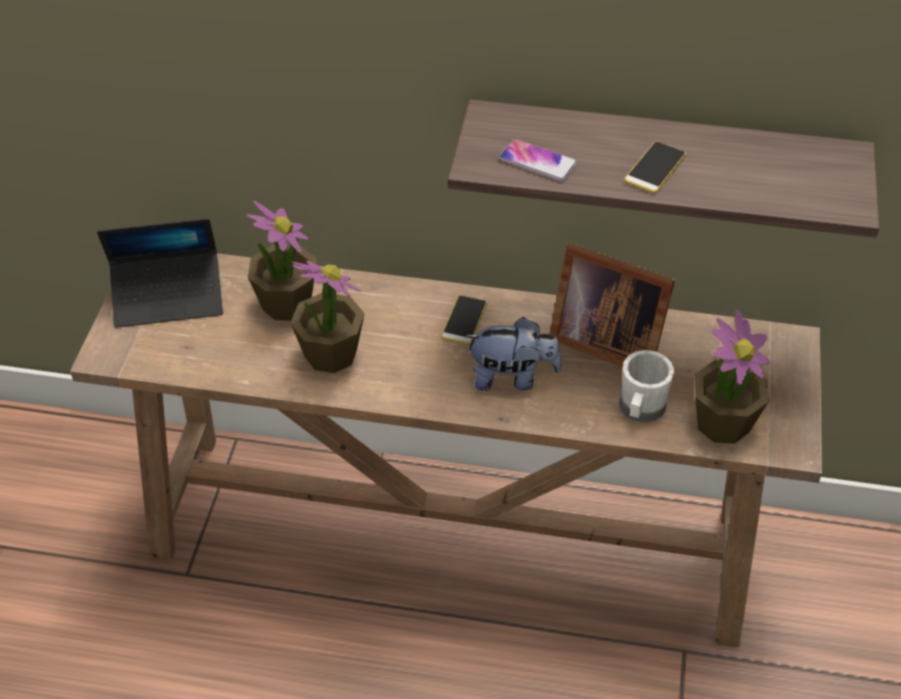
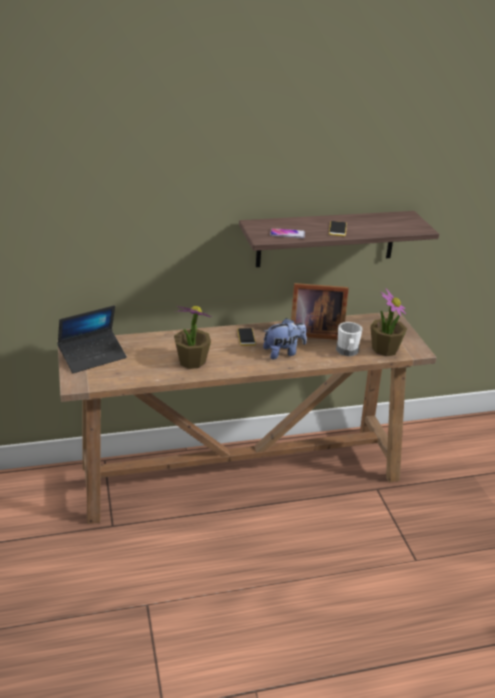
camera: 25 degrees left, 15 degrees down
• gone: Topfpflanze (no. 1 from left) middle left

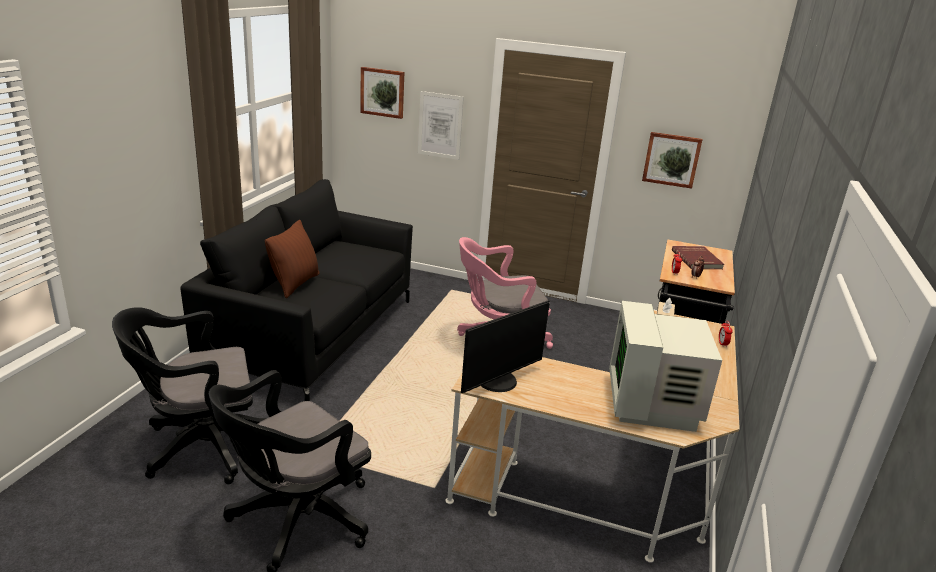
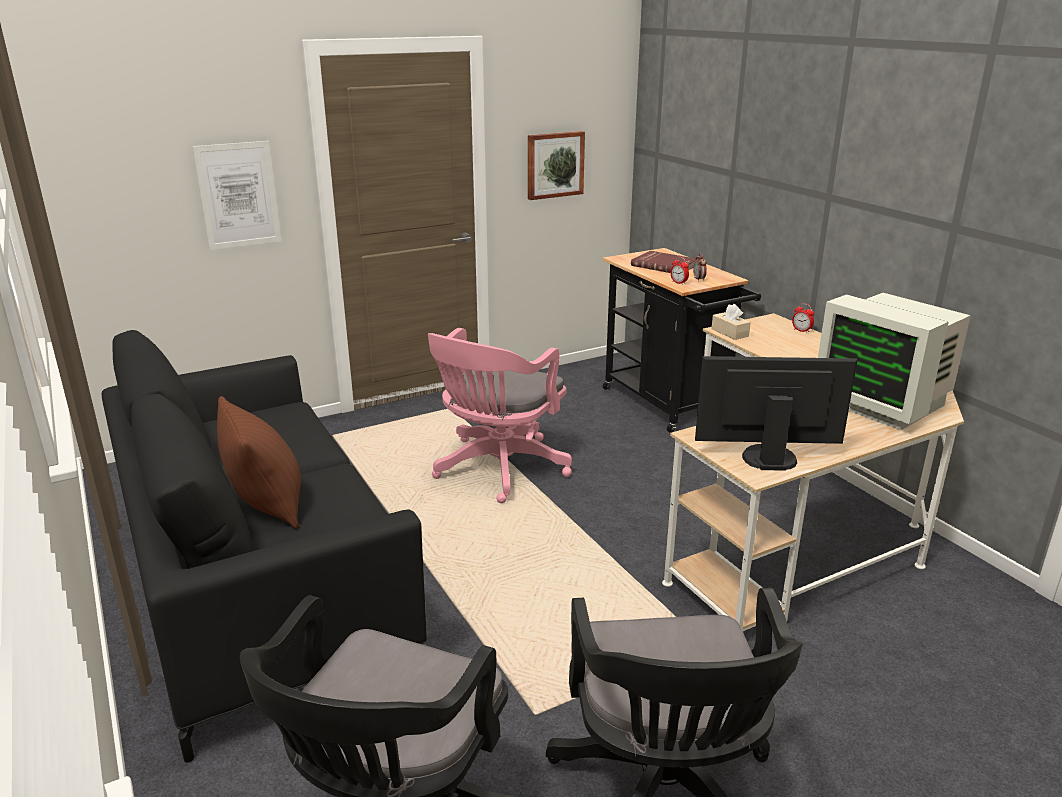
camera: 45 degrees left, 0 degrees up
• rotated: Monitor (no. 1 from left) centre = middle right 90 degrees counterclockwise
• gone: Bild (no. 1 from left) top centre

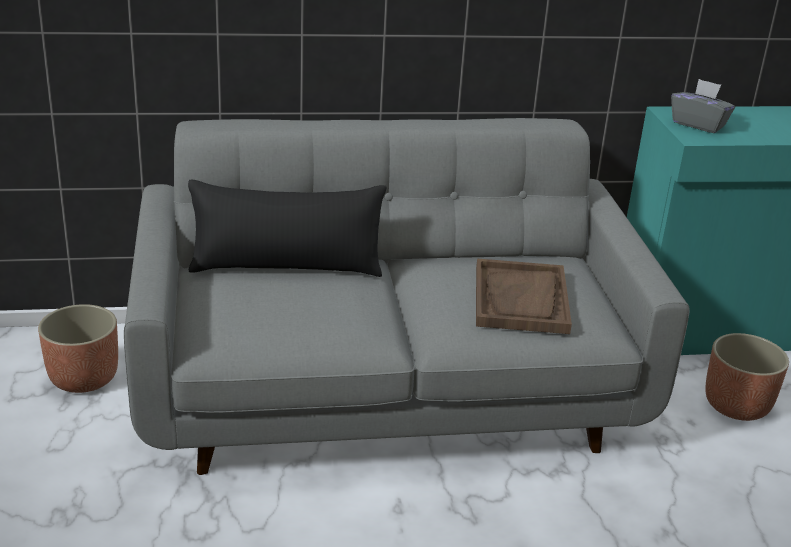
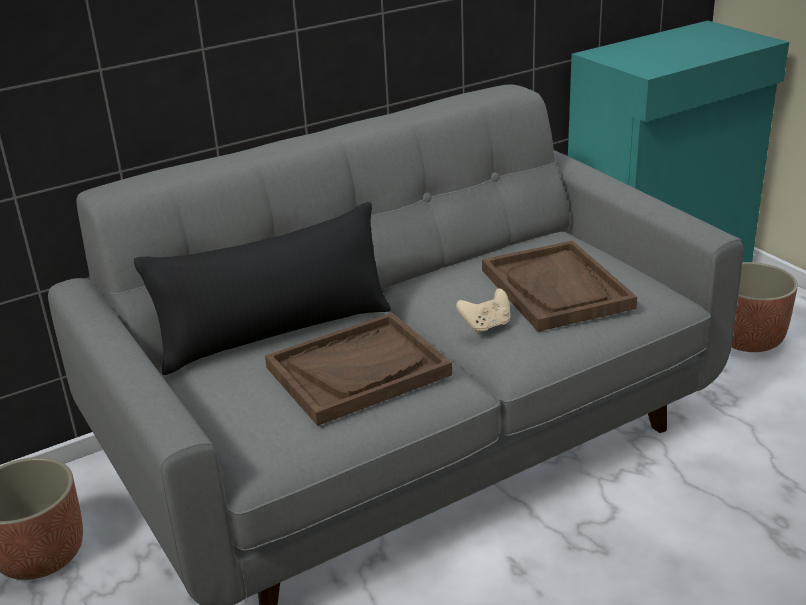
camera: 20 degrees left, 0 degrees up
• new: Tablett (braun) (no. 1 from left) centre
• new: Gamepad (beige) centre
• gone: Taschentuchbox (grau) top right

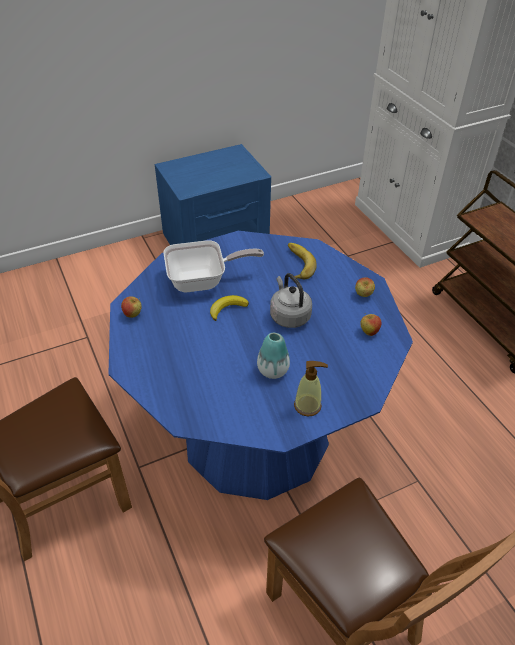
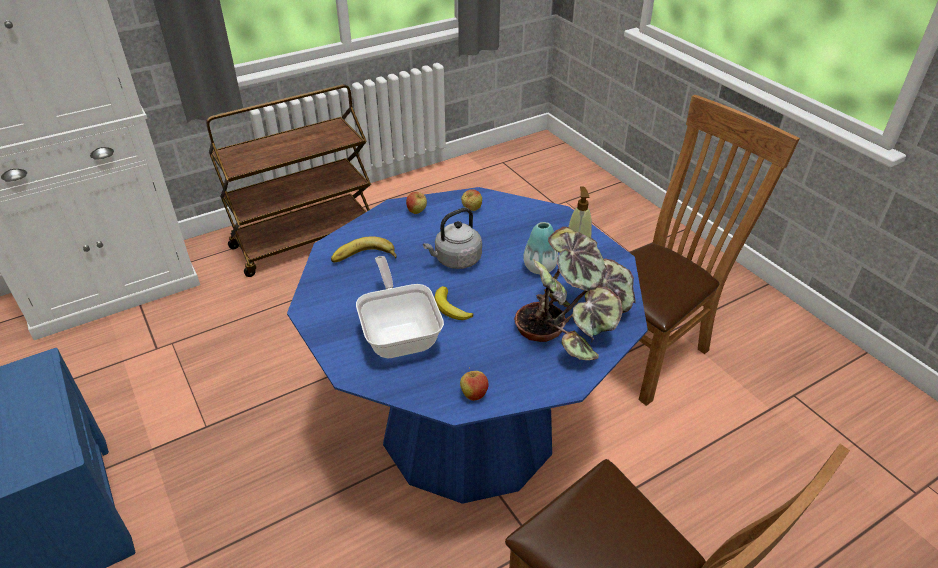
camera: 95 degrees left, 5 degrees down
• new: Topfpflanze centre

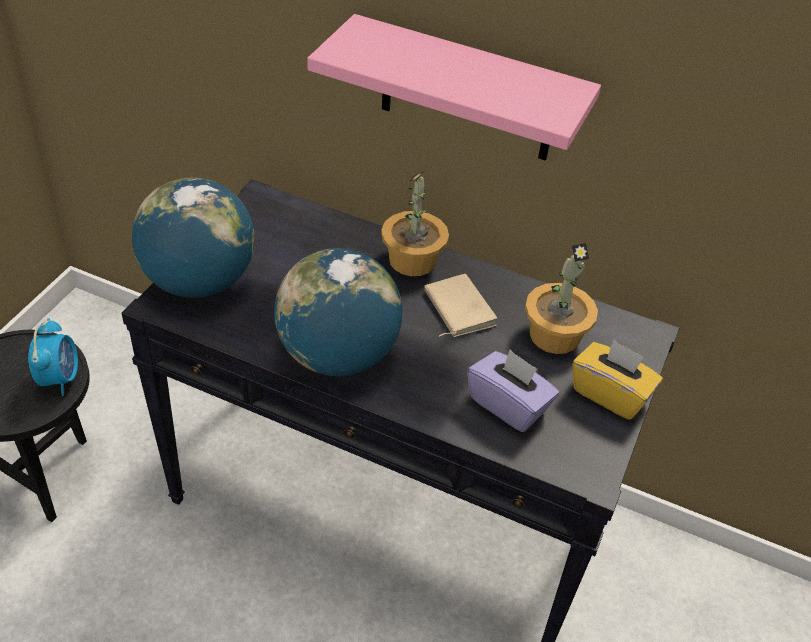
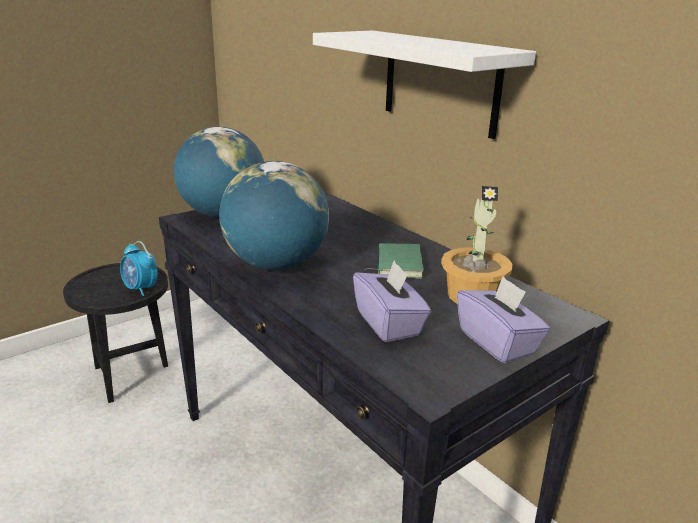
camera: 30 degrees right, 20 degrees down
• rotated: Wecker middle left = middle left 105 degrees clockwise
• repainted: Wandregal (rosa) top centre to Wandregal (weiß) top centre
• repainted: Buch (beige) centre to Buch (grün) centre
• repainted: Taschentuchbox (gelb) middle right to Taschentuchbox (lila) (no. 2 from left) middle right
• gone: Topfpflanze (no. 1 from left) centre

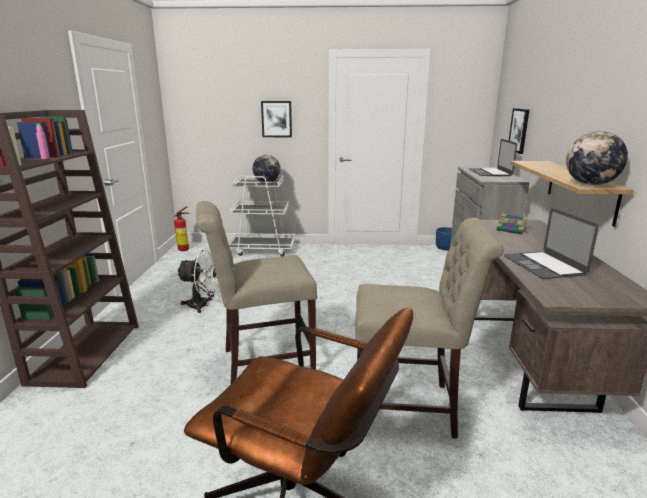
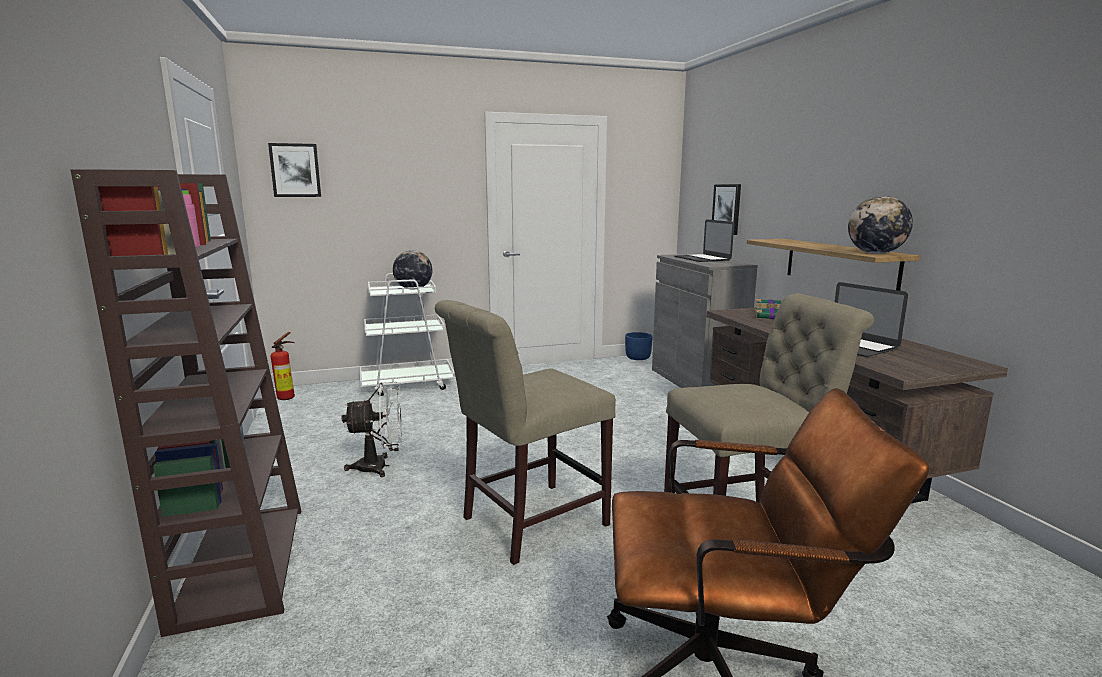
camera: 20 degrees left, 5 degrees down
• shifted: Bild (no. 1 from left) top centre to top left

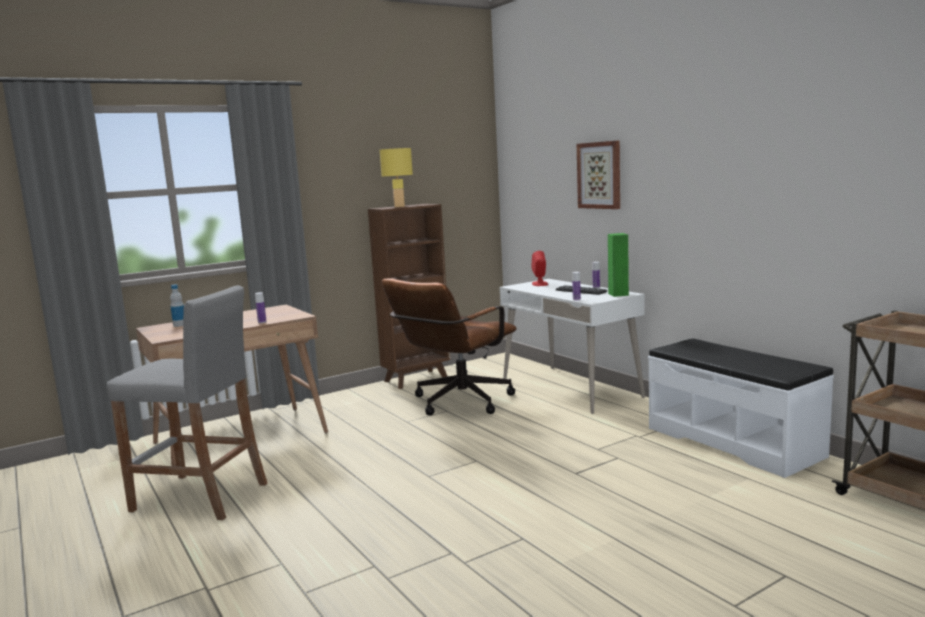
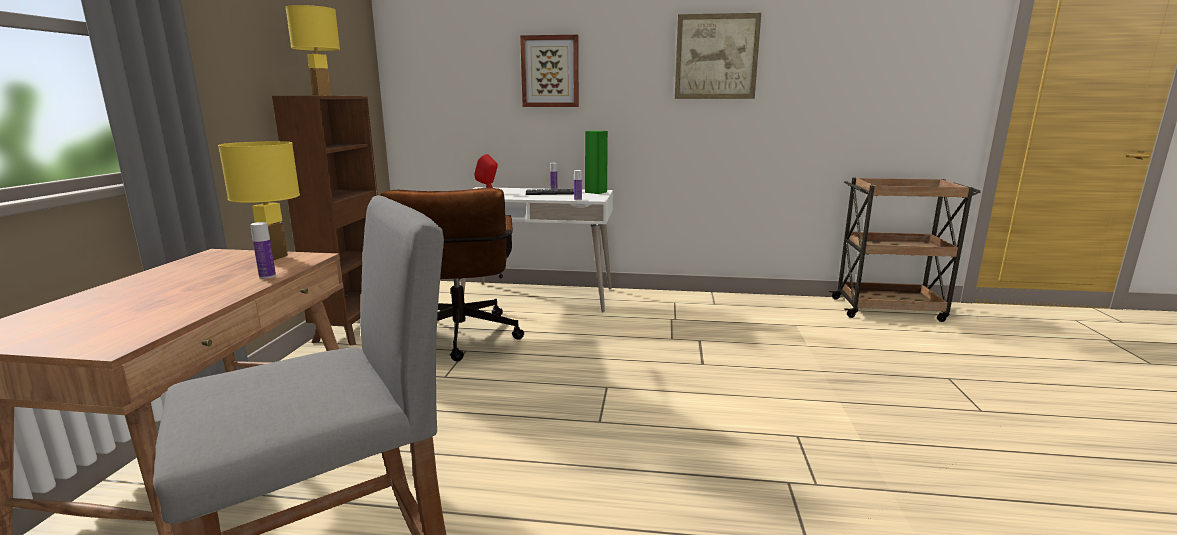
camera: 50 degrees left, 5 degrees up
• new: Tischlampe (gelb) (no. 1 from left) middle left
• new: Bild (no. 2 from left) top centre
• gone: Flasche (no. 1 from left) middle left
• gone: Bank (weiß) middle right

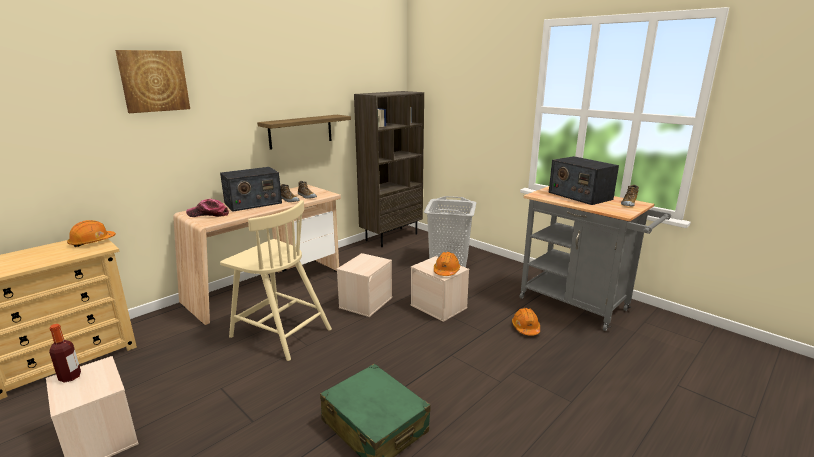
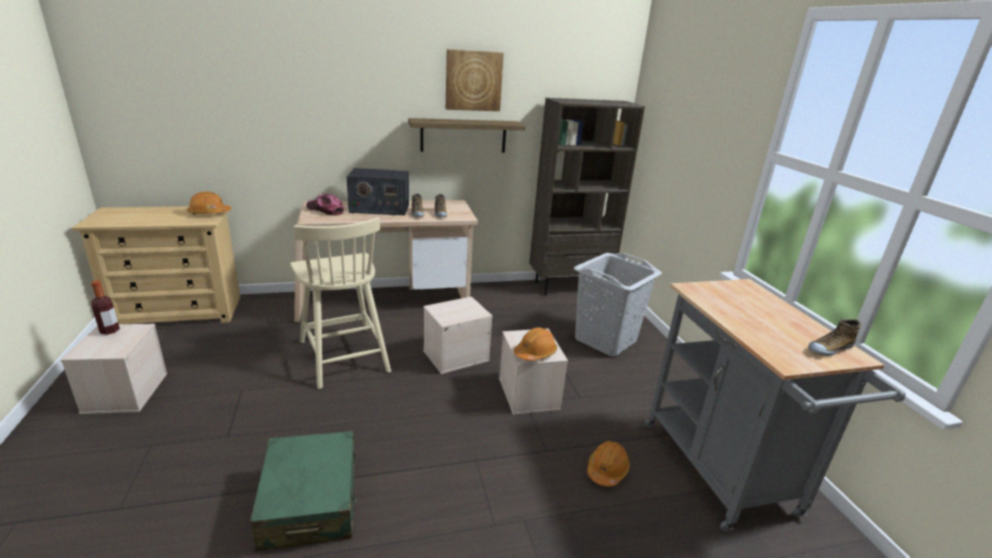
camera: 30 degrees right, 5 degrees up
• shifted: Bild top left to top centre
• gone: Radio (no. 2 from left) middle right

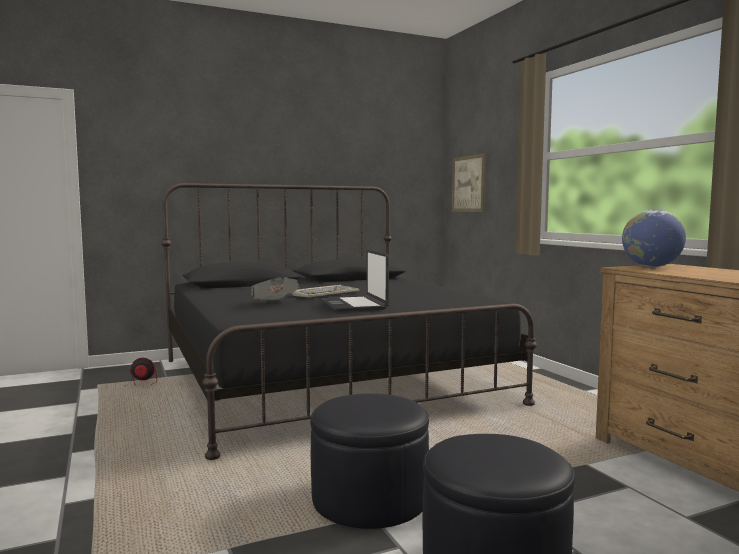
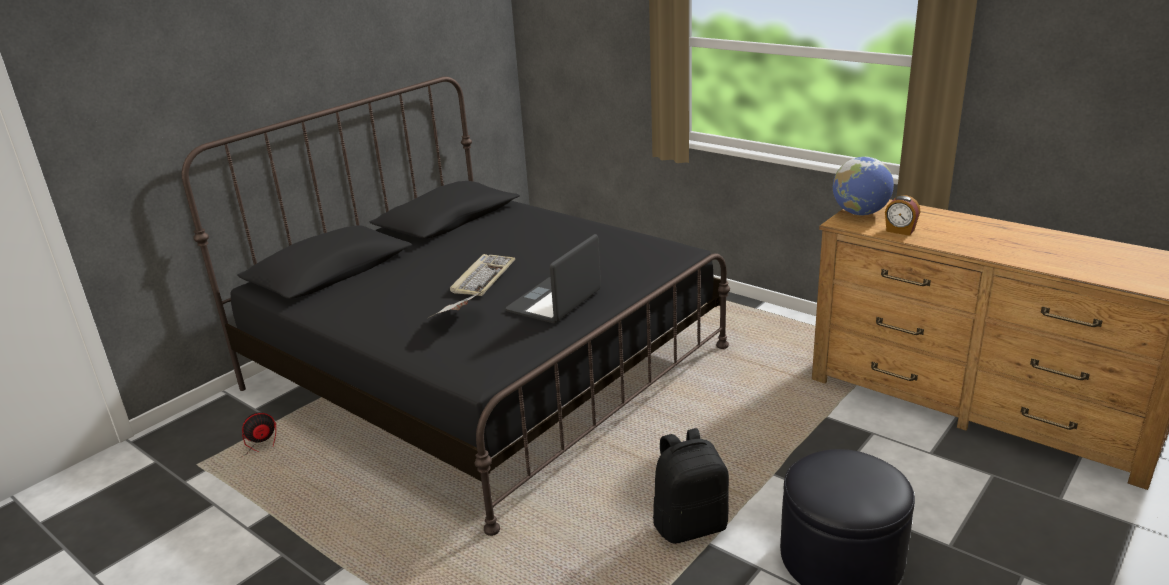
camera: 25 degrees left, 20 degrees up
• rotated: Laptop centre = centre 75 degrees clockwise
• swapped: Polsterhocker (schwarz) (no. 1 from left) bottom centre to Rucksack (schwarz) bottom centre
• new: Wecker middle right
• gone: Bild top centre

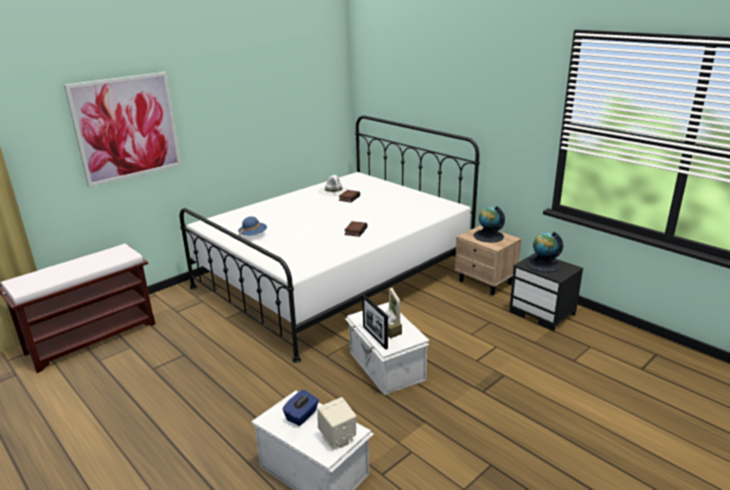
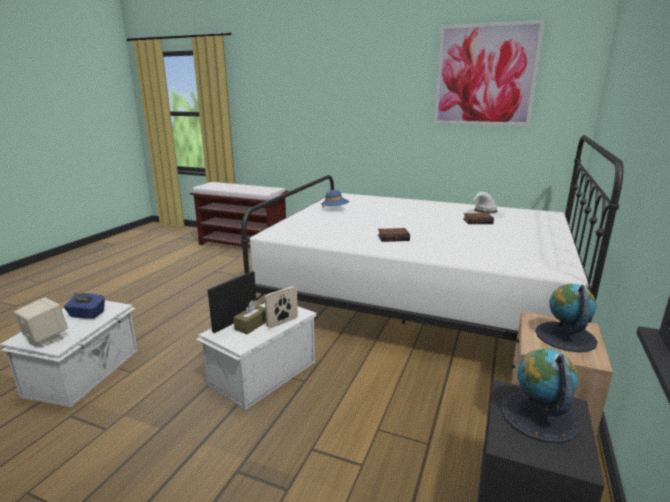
camera: 65 degrees right, 5 degrees down
• shifted: Bild top left to top right

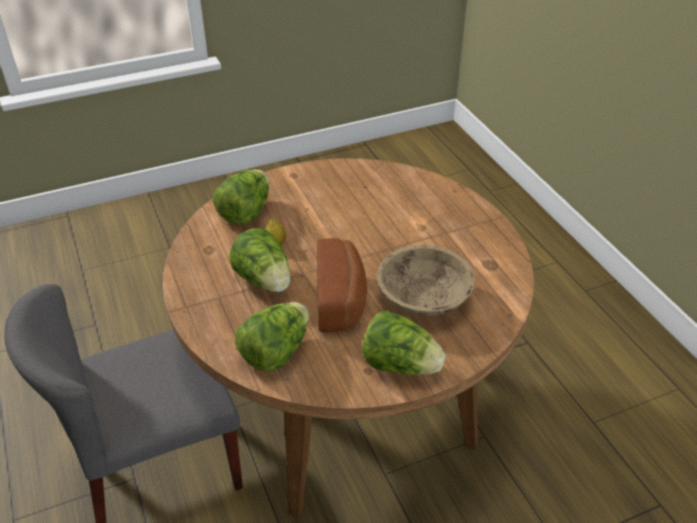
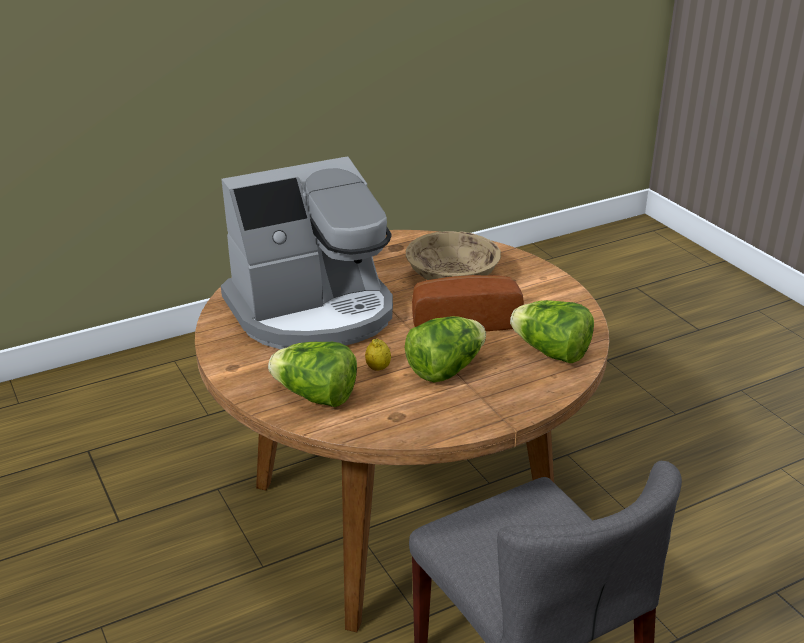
camera: 95 degrees left, 10 degrees down
• new: Kaffeemaschine centre
• gone: Salatkopf (no. 4 from left) centre

